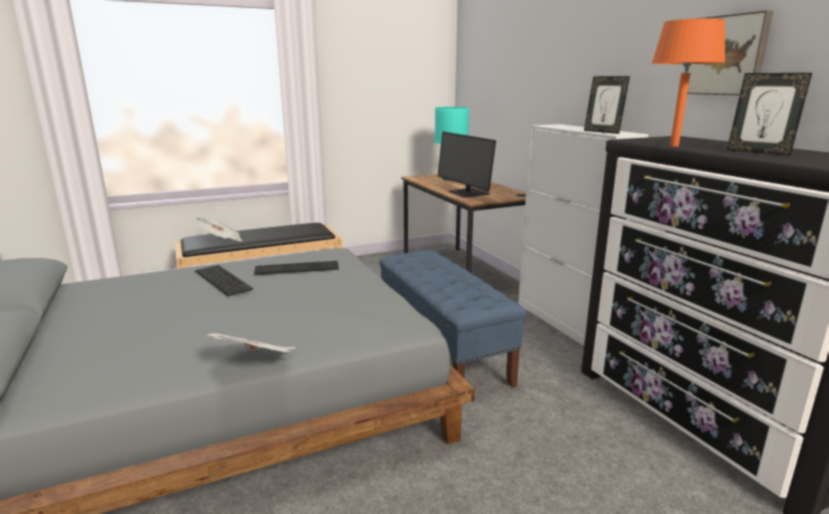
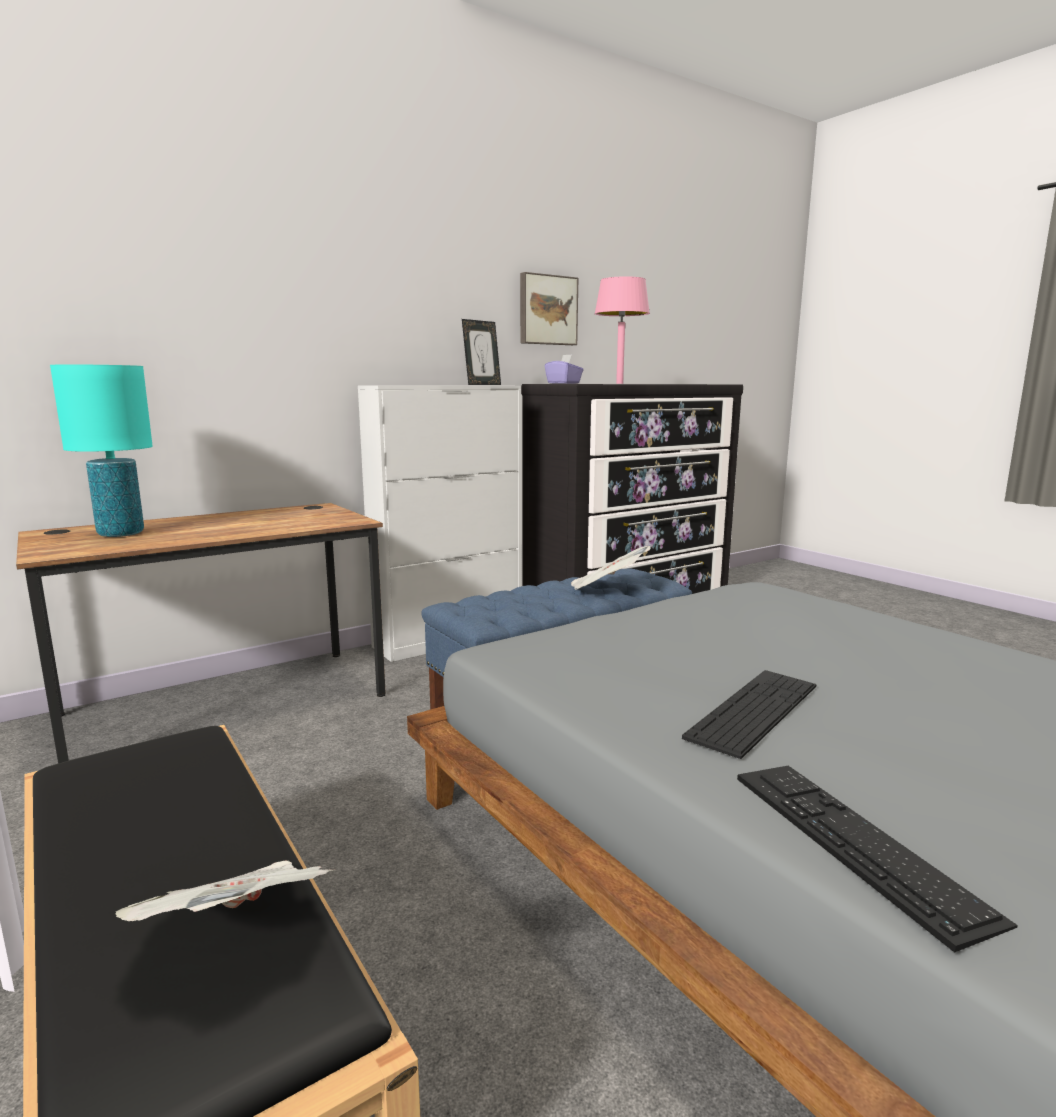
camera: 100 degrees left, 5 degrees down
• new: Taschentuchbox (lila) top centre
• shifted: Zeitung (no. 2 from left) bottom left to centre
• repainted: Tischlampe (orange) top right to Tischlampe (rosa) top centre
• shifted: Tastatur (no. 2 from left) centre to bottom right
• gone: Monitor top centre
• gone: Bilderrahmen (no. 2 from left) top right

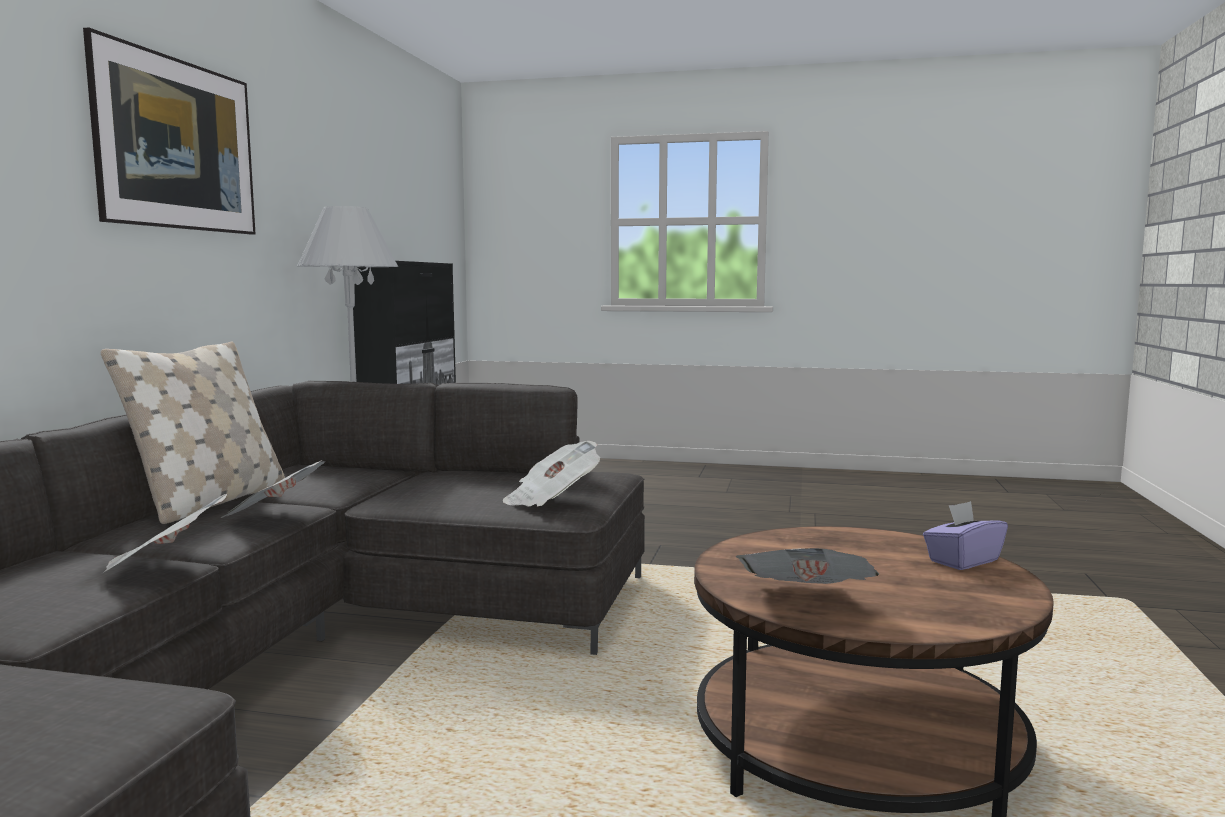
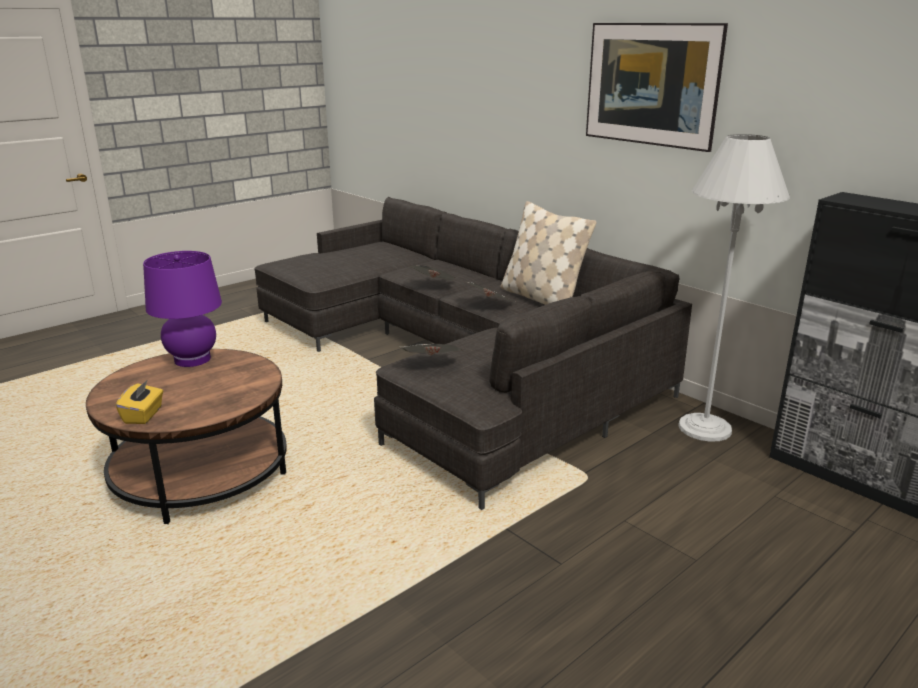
camera: 125 degrees right, 15 degrees up
• repainted: Taschentuchbox (lila) middle right to Taschentuchbox (gelb) middle left
• swapped: Zeitung (no. 4 from left) bottom centre to Tischlampe (lila) middle left

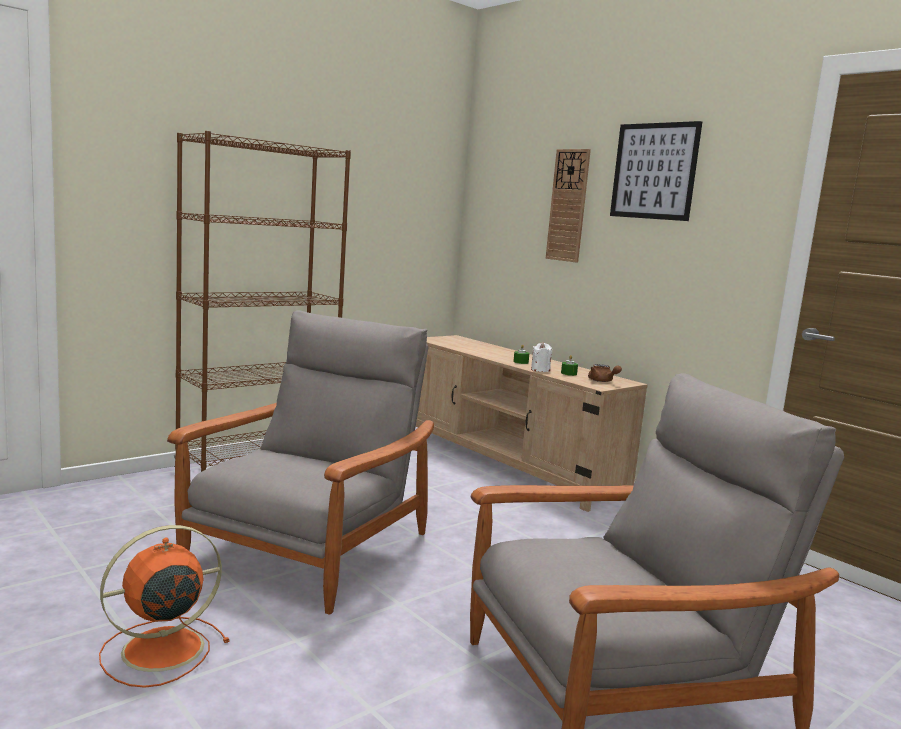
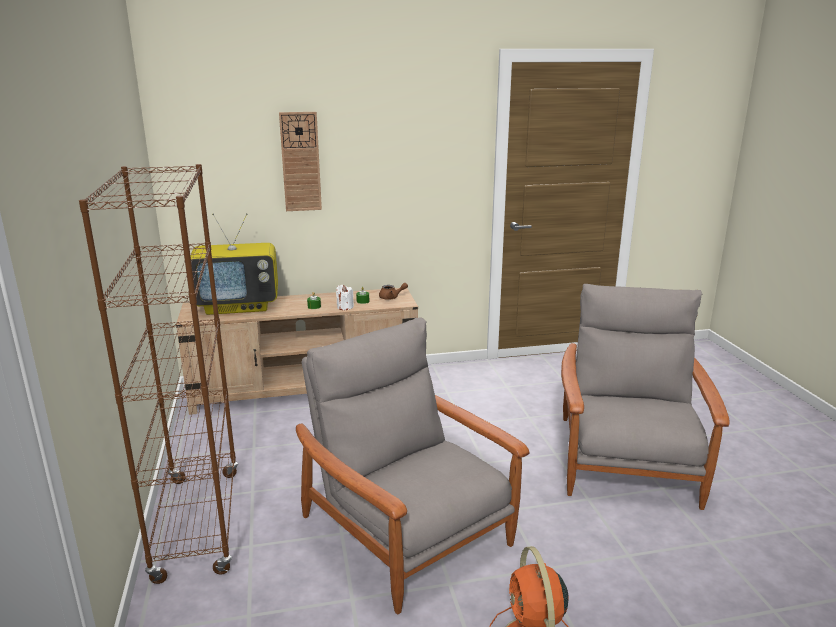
camera: 60 degrees left, 10 degrees up
• new: Fernseher middle left
• gone: Bild top right

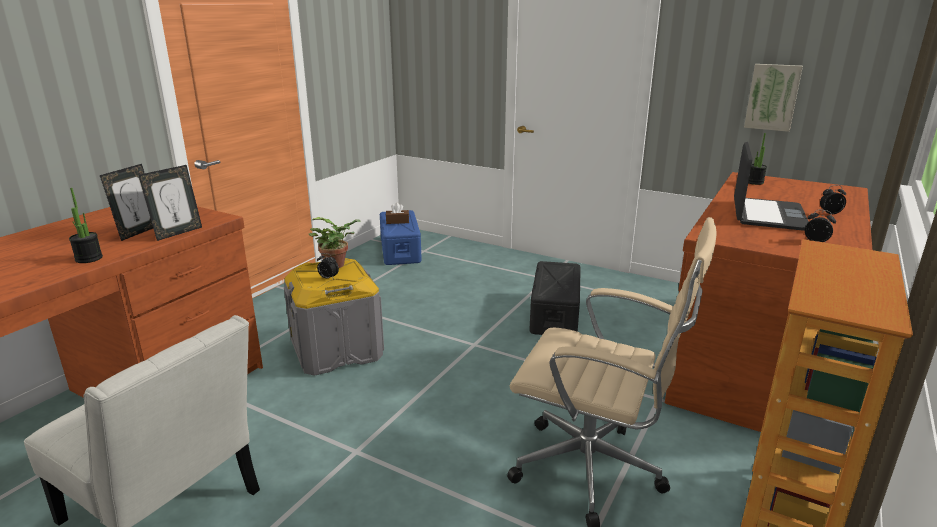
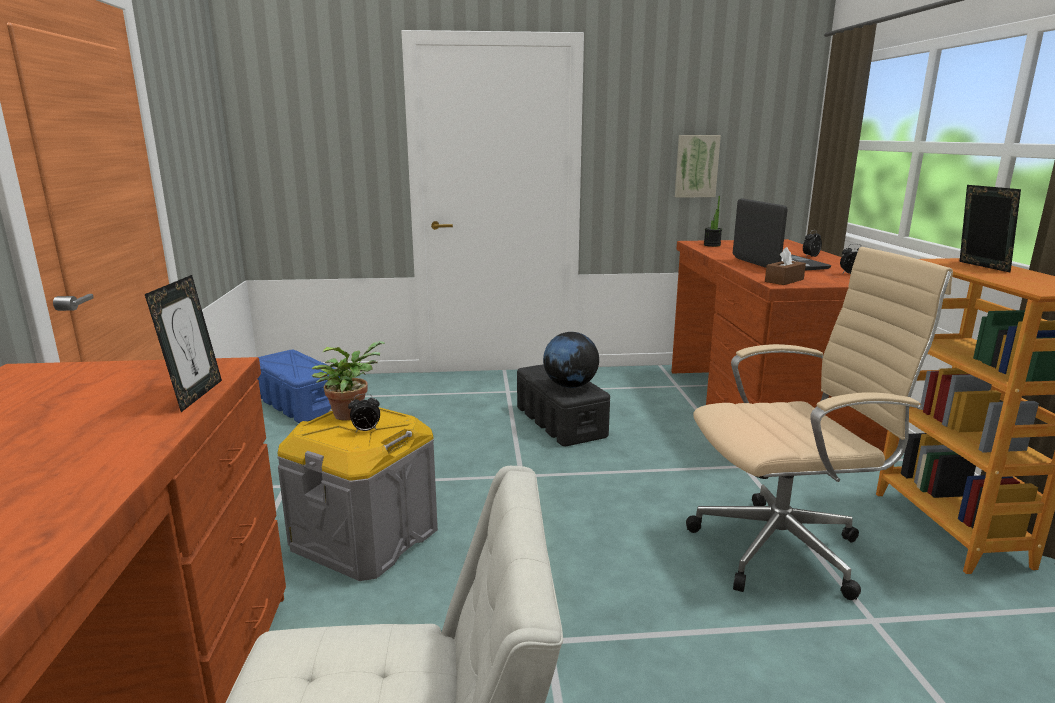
camera: 35 degrees left, 5 degrees down
• new: Globus centre
• shifted: Taschentuchbox (braun) centre to middle right
• shifted: Bilderrahmen (no. 1 from left in the first image) middle left to Bilderrahmen (no. 2 from left) top right
• gone: Topfpflanze (no. 1 from left) middle left

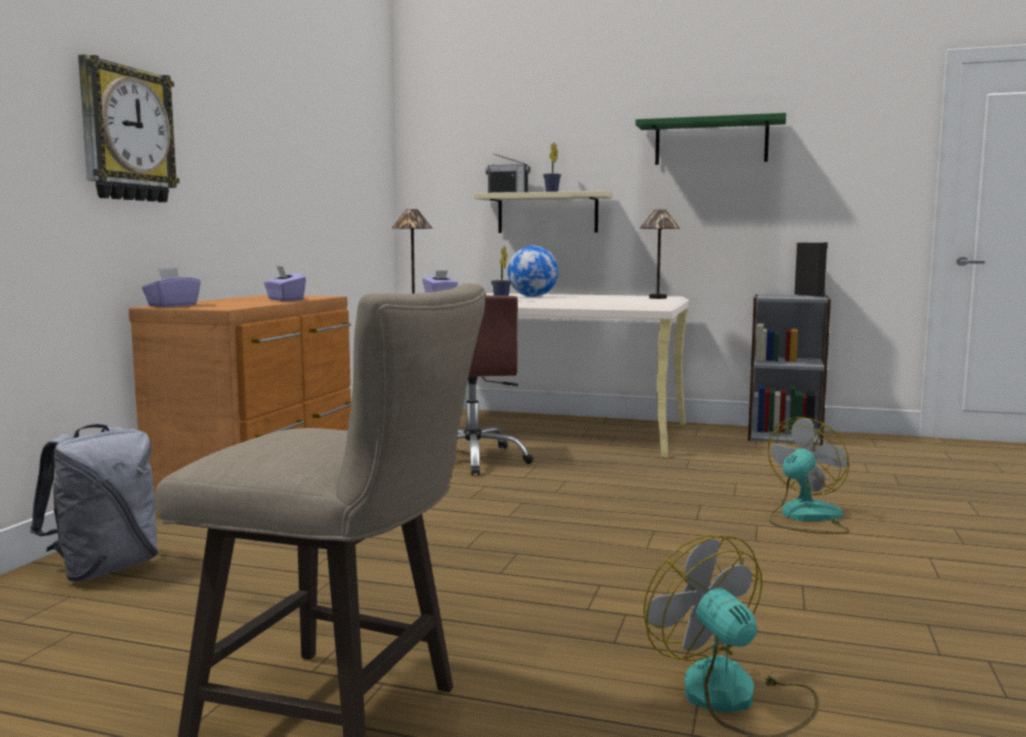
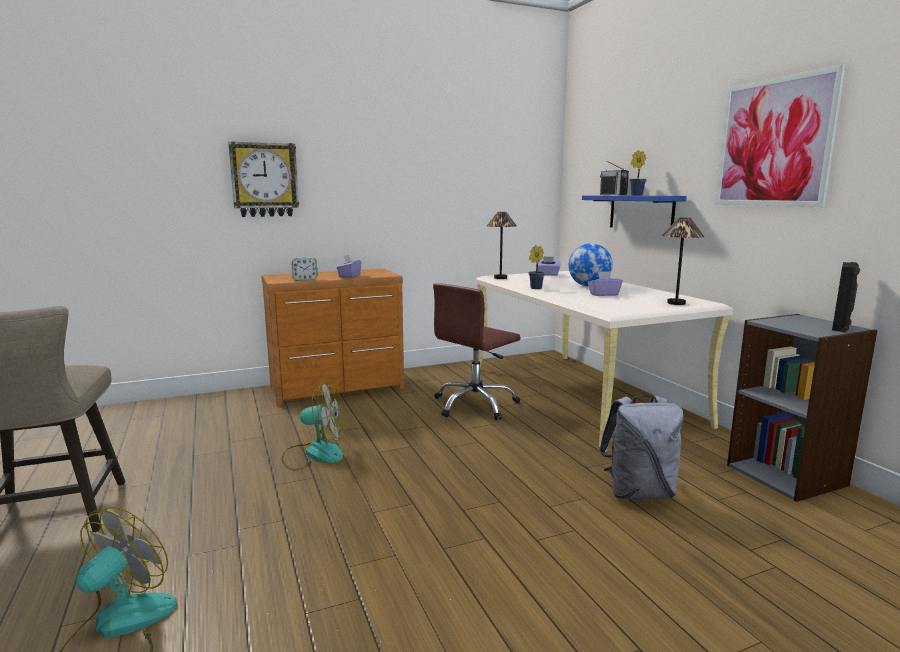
camera: 50 degrees right, 5 degrees up
• shifted: Ventilator (no. 2 from left) middle right to centre
• new: Wecker centre
• repainted: Wandregal (beige) top centre to Wandregal (blau) top right
• shifted: Taschentuchbox (lila) (no. 1 from left in the first image) middle left to Taschentuchbox (lila) (no. 3 from left) middle right
• shifted: Rucksack (grau) bottom left to bottom right
• swapped: Wandregal (grün) top right to Bild top right

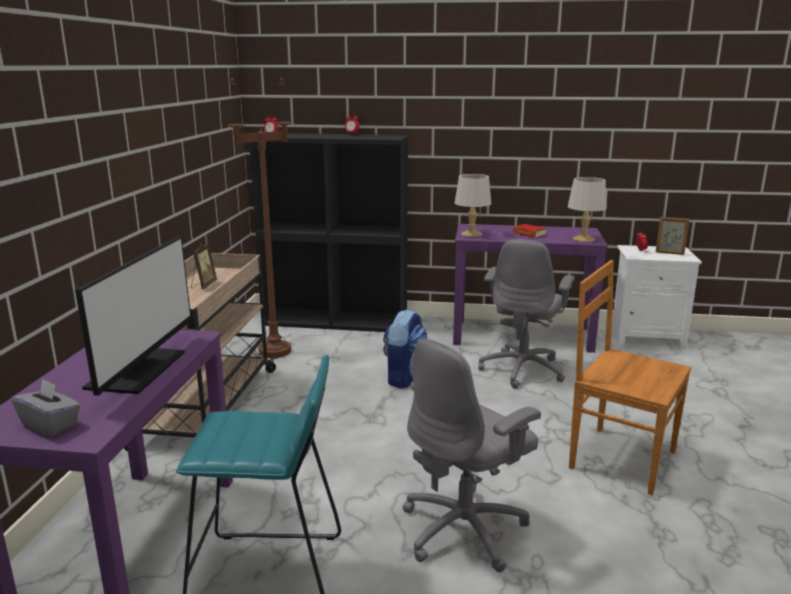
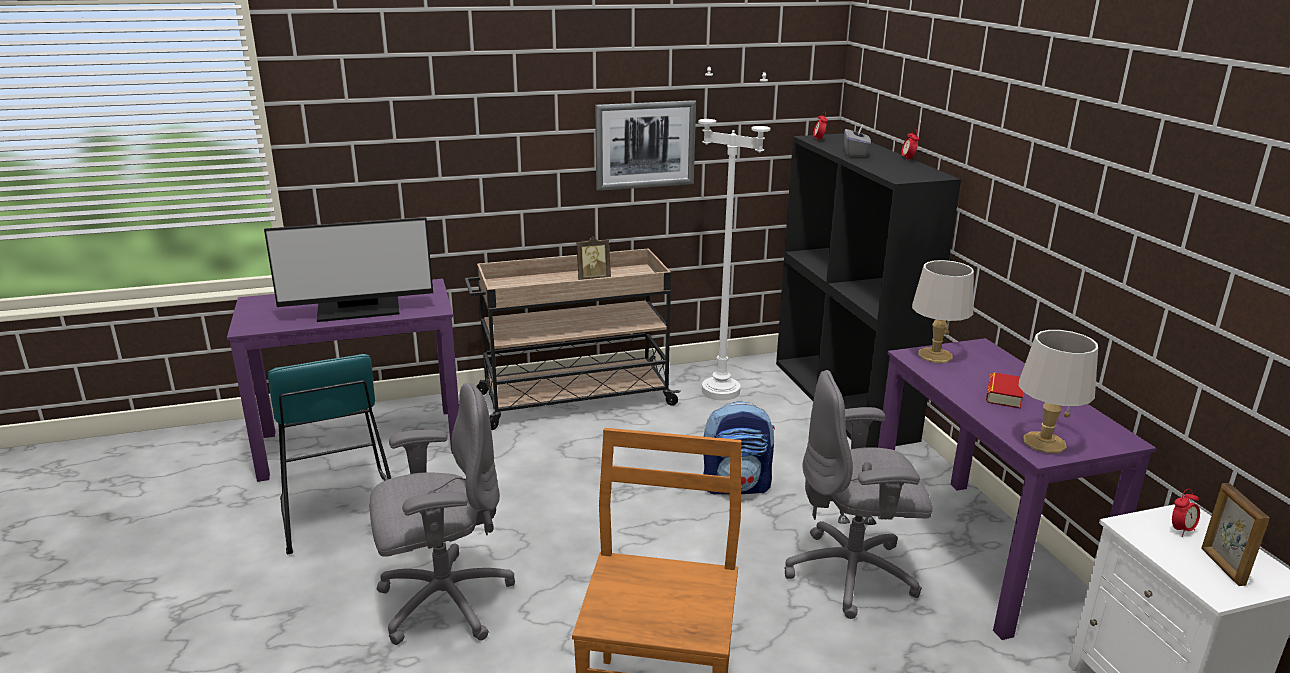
camera: 65 degrees right, 5 degrees up
• rotated: Bürostuhl (grau) (no. 1 from left) bottom centre = bottom centre 135 degrees clockwise
• new: Bild top centre
• repainted: Stehlampe (braun) middle left to Stehlampe (weiß) centre
• shifted: Taschentuchbox (grau) bottom left to top centre

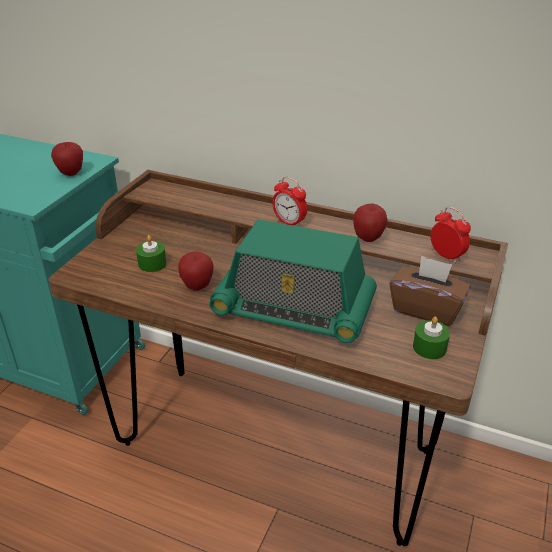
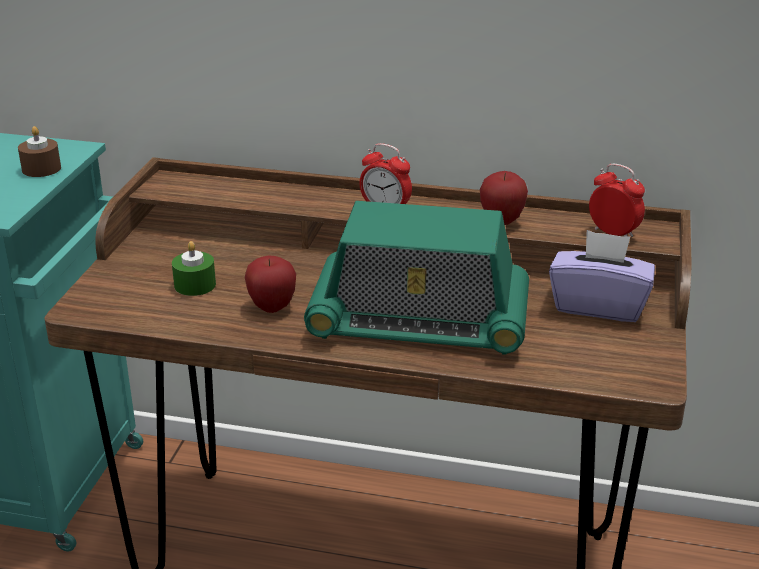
camera: 10 degrees left, 5 degrees down
• swapped: Apfel (no. 1 from left) top left to Kerze (braun) top left
• repainted: Taschentuchbox (braun) middle right to Taschentuchbox (lila) middle right
• gone: Kerze (grün) (no. 2 from left) middle right

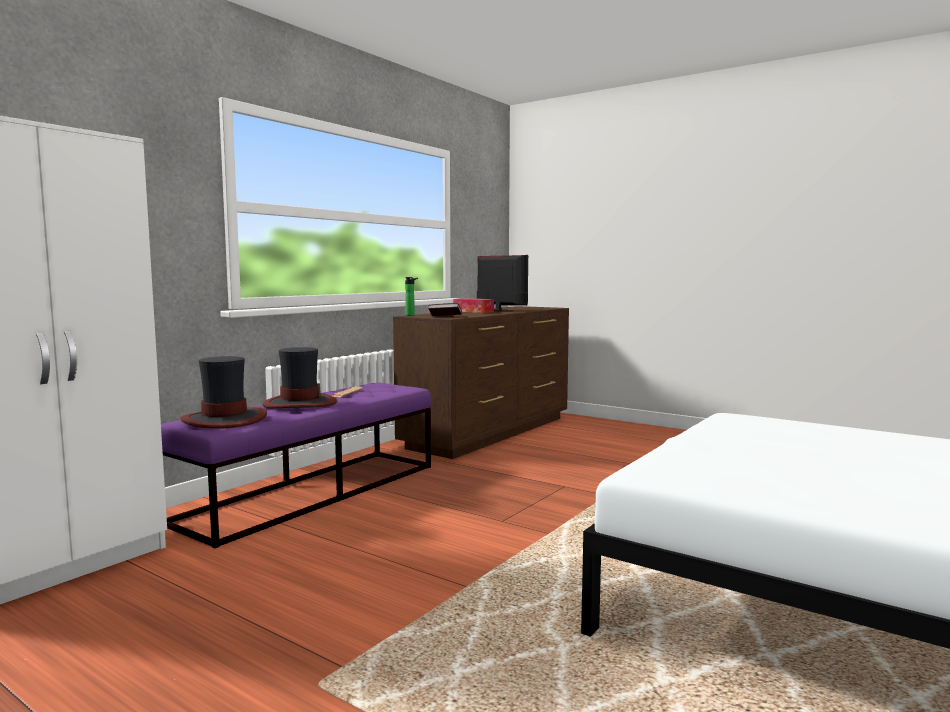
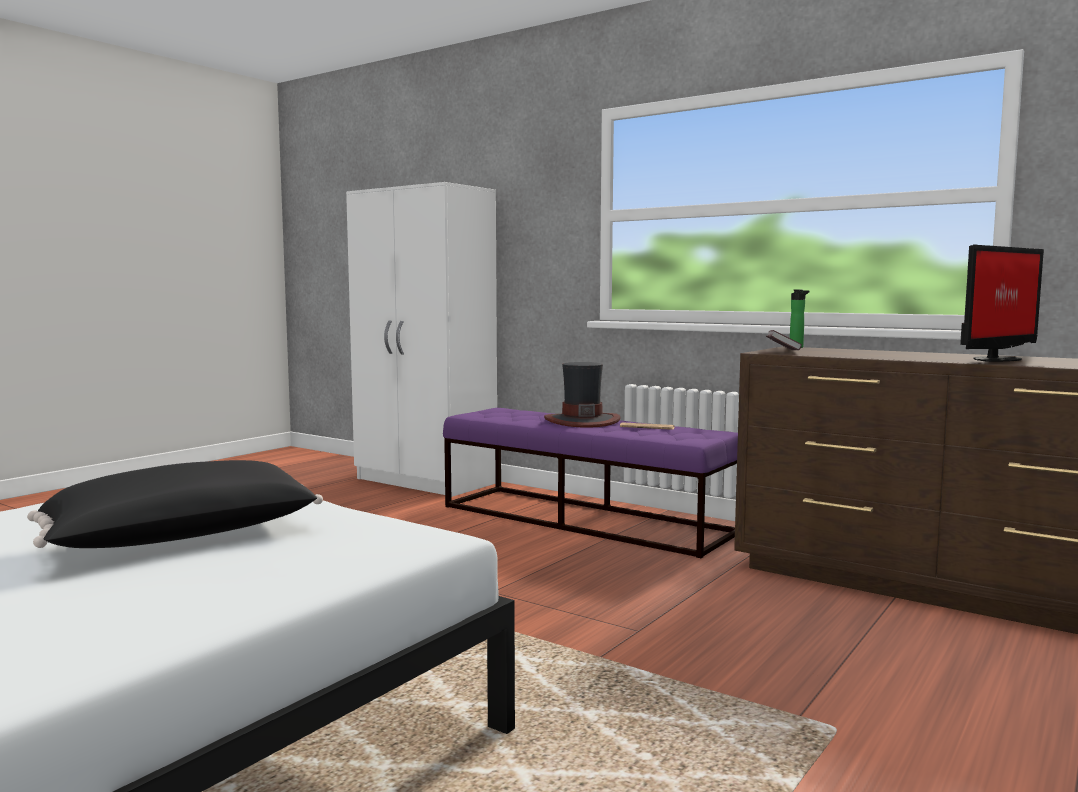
camera: 90 degrees right, 0 degrees up
• new: Kissen (schwarz) middle left
• gone: Hut (no. 1 from left) middle left
• gone: Taschentuchbox centre

